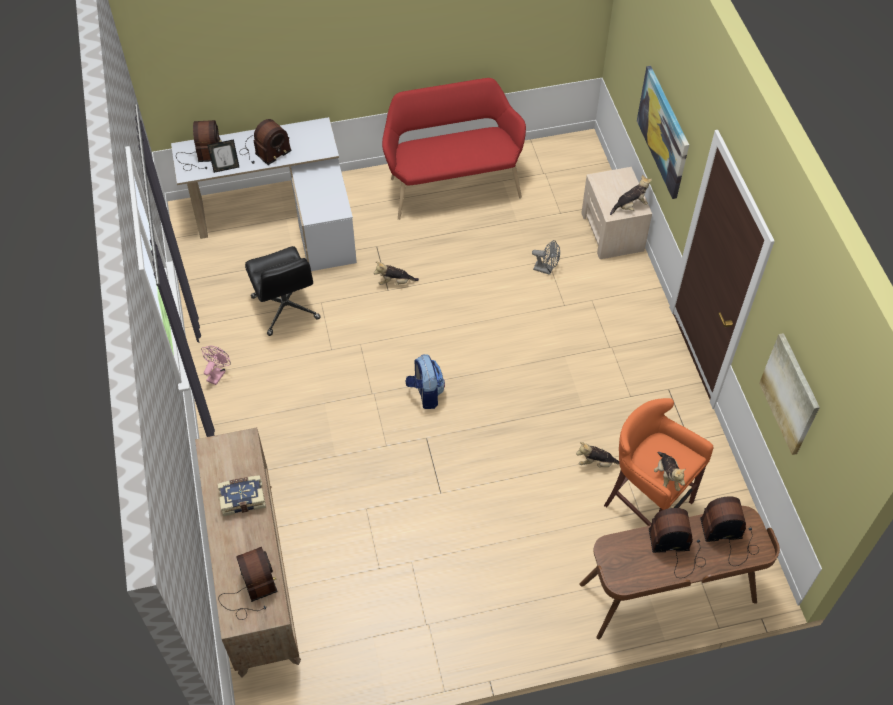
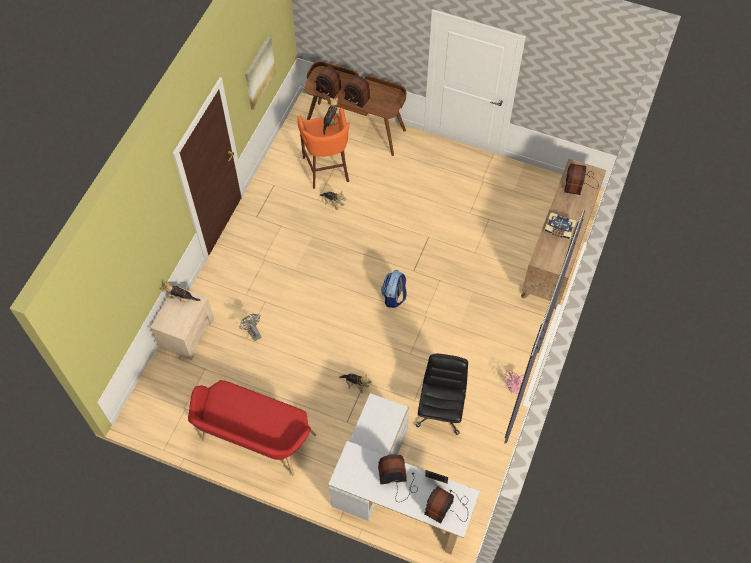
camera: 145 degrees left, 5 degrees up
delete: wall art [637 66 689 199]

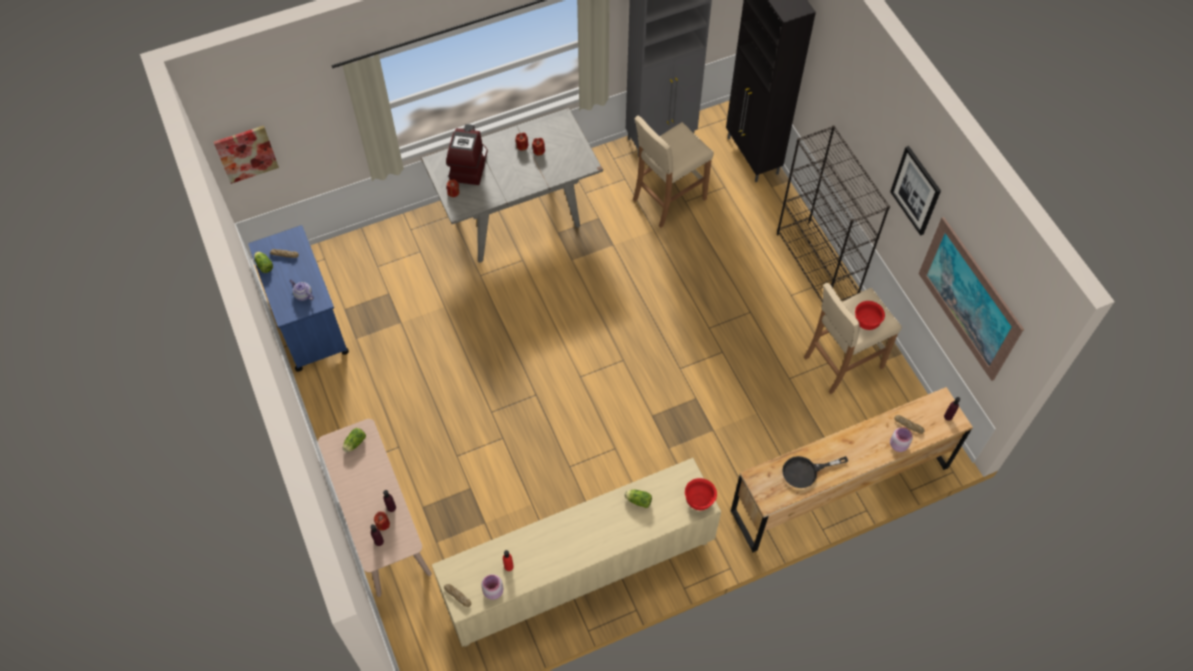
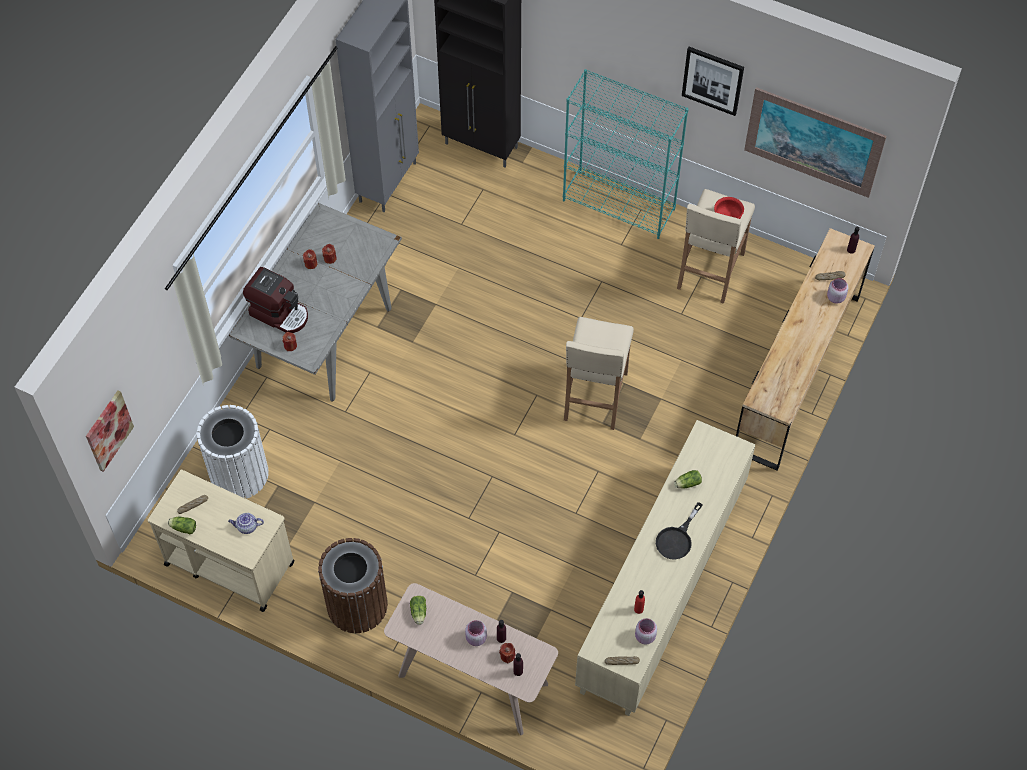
camera: 40 degrees left, 0 degrees up
delete: deep dish (reddish) [685 478 717 510]
insert: waste bin (white-coloured) [197 405 269 499]; waste bin (brown-coloured) [318 538 388 633]; preserve jar (pinkish) [465 620 487 646]
move: stool (sand-coloured) [633 116 714 228] to [564 316 634 430]; skillet (blackish) [782 456 848 488] to [656 502 703 560]
recolor: trolley (blue) [248 225 349 372] to trolley (sand-coloured) [148 470 295 612]; shelving unit (blackish) [777 125 890 302] to shelving unit (blue-green) [563 69 688 239]
rotate: coffee maker [446 124 488 185] = [243 267 308 333] 150 degrees clockwise

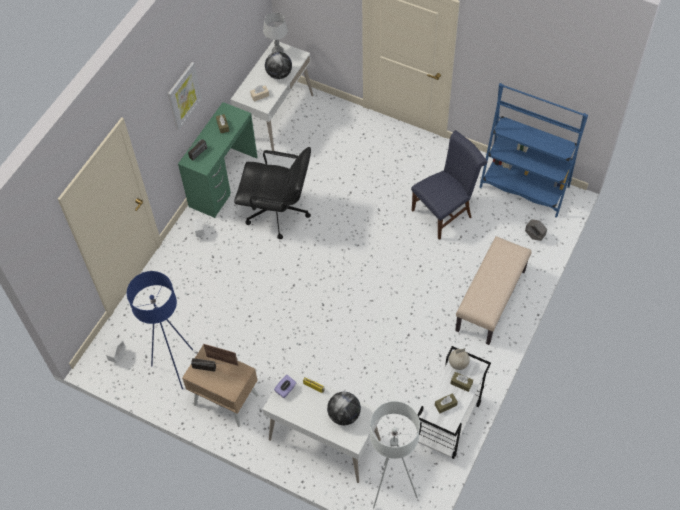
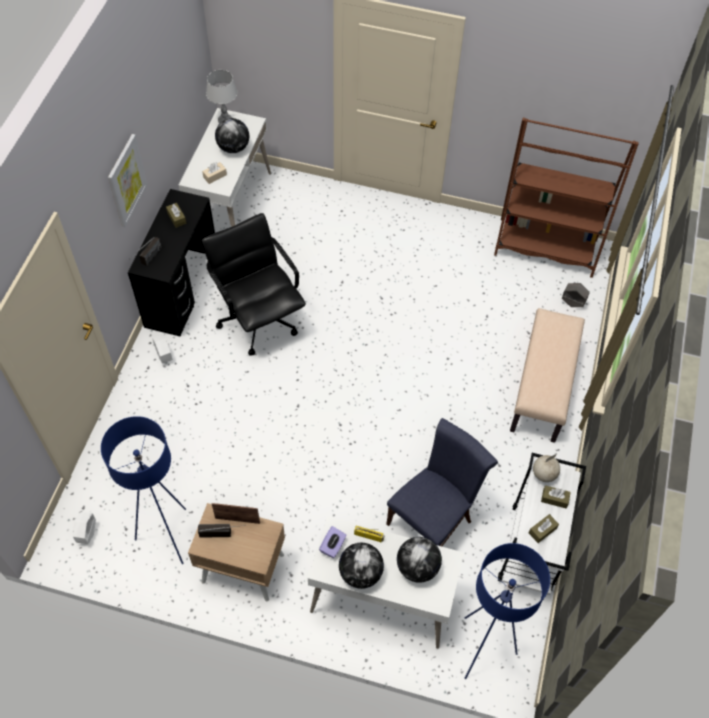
camera: 15 degrees left, 0 degrees up
insert: desk globe [339 543 384 589]
move: upright chair (blue) [411 130 487 240] to [386 418 498 546]
recolor: desk (green) [178 102 258 218] to desk (blackish) [128 189 215 337]; floor lamp (white-coloured) [370 401 420 509] to floor lamp (blue) [465 543 550 679]; shelving unit (blue) [479 83 588 218] to shelving unit (brown-coloured) [494 118 639 278]
rotate: office chair (blackish) [234 147 311 239] = [201 213 306 356] 120 degrees counterclockwise

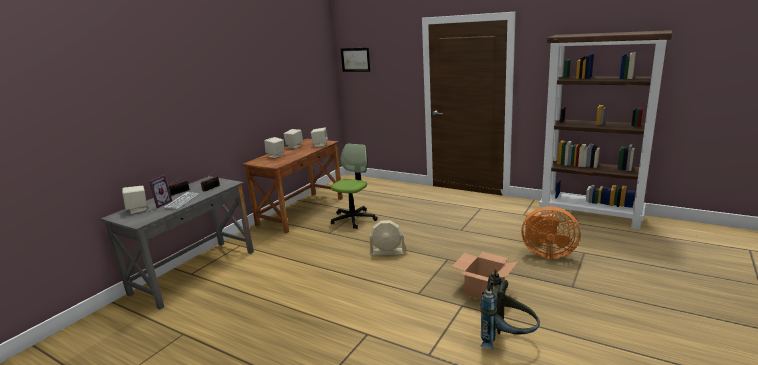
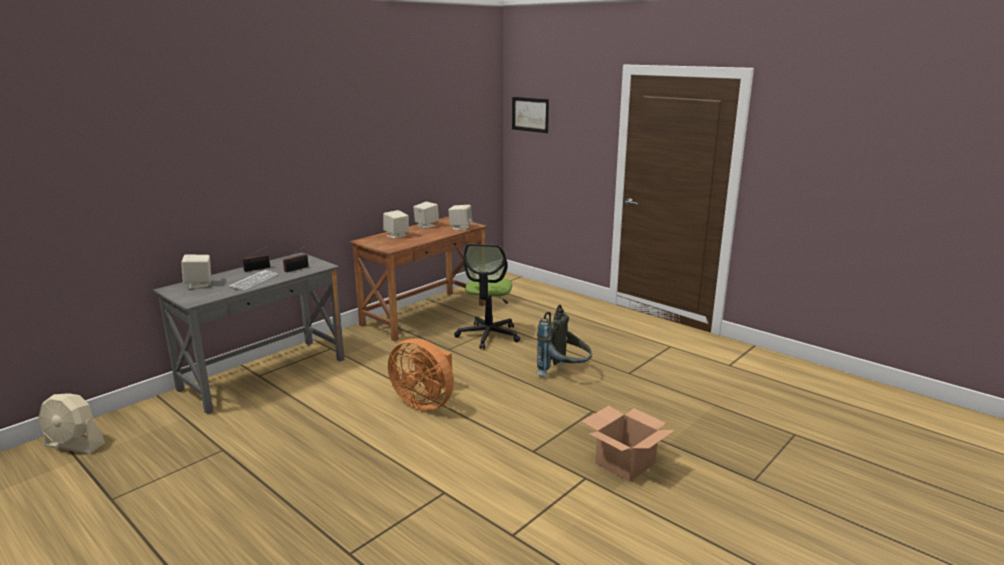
camera: 10 degrees right, 0 degrees up
delete: photo frame [149 175 172 208]; shelving unit (brown-coloured) [539 30 672 230]
move: cooling fan (sand-coloured) [370 220 406 256] to [38 393 105 454]; knapsack (greyish) [480 269 540 349] to [536 305 592 376]; cooling fan (orangey) [521 206 581 259] to [388 338 454 411]
rotate: office chair [331 143 378 229] = [454 244 521 349] 150 degrees clockwise

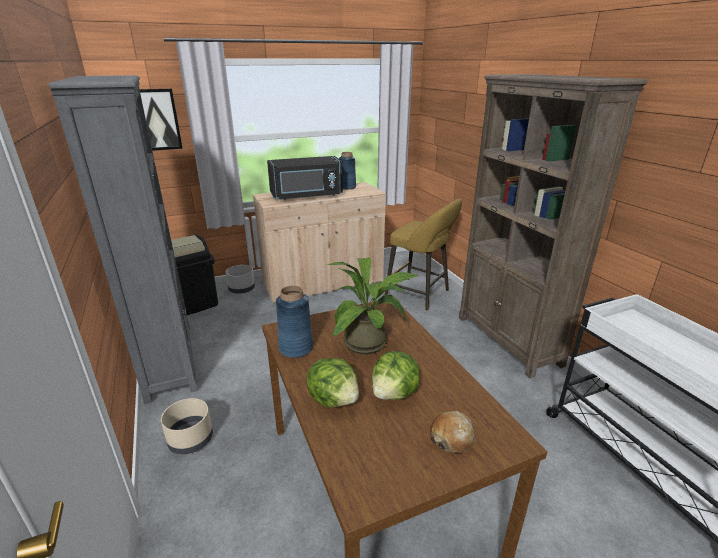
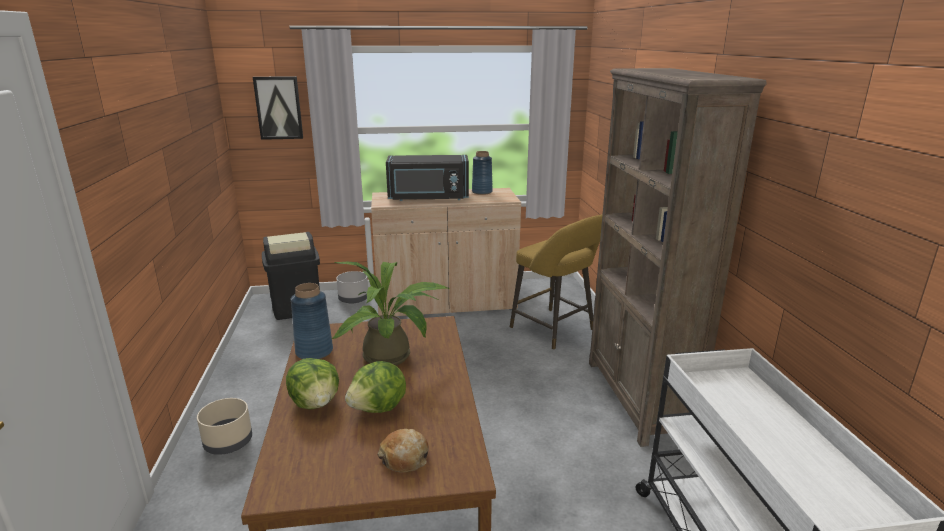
camera: 15 degrees right, 5 degrees down
delete: shelving unit (greyish) [49 75 198 404]

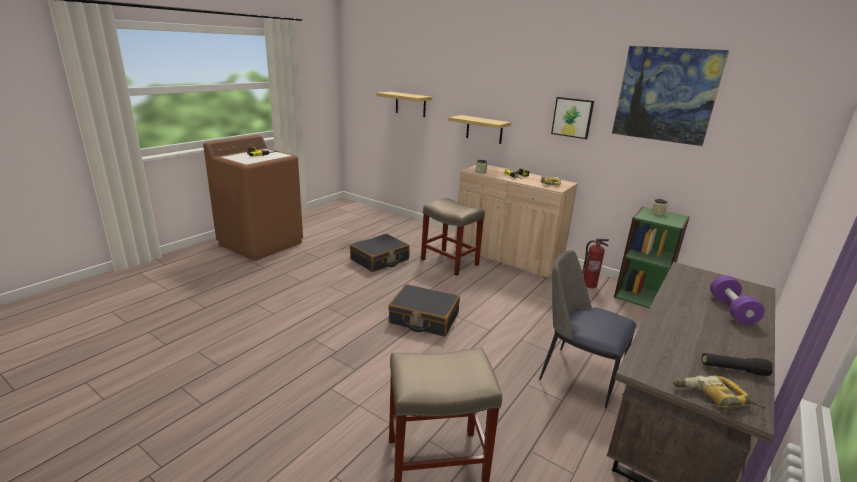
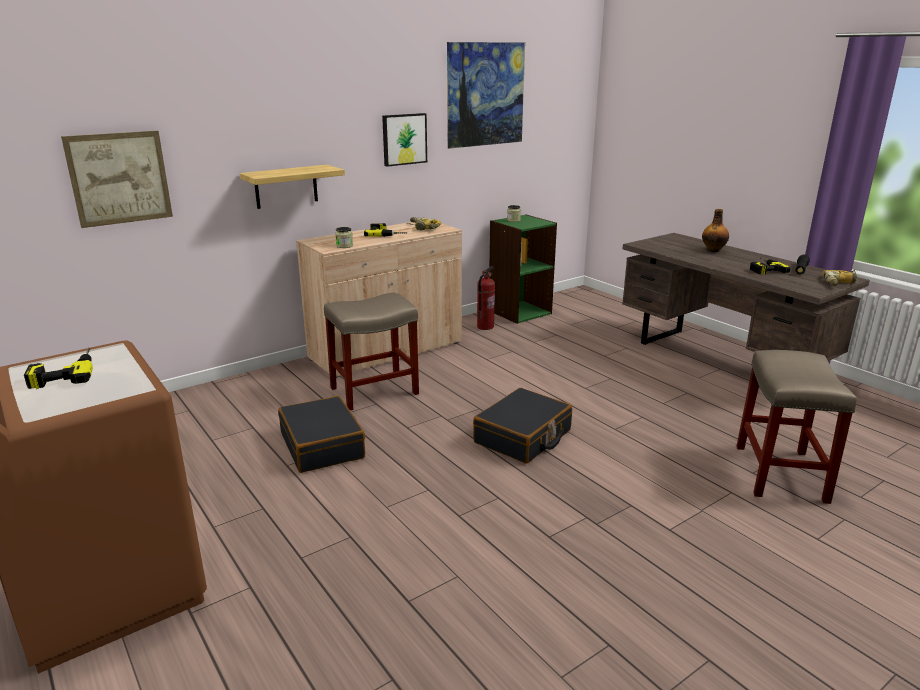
camera: 70 degrees left, 0 degrees up
delete: upright chair [539 250 637 408]
insert: power drill [750 257 790 275]
replace: bracket shelf [376 92 432 117] to wall art [61 131 173 228]; dumbbell (purple-coloured) [710 275 765 325] to beverage bottle [702 209 729 252]

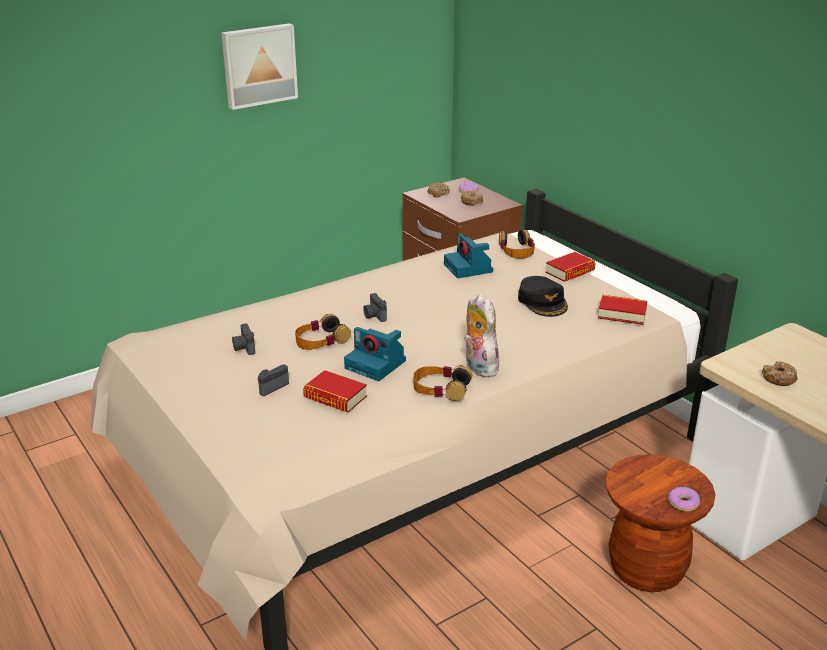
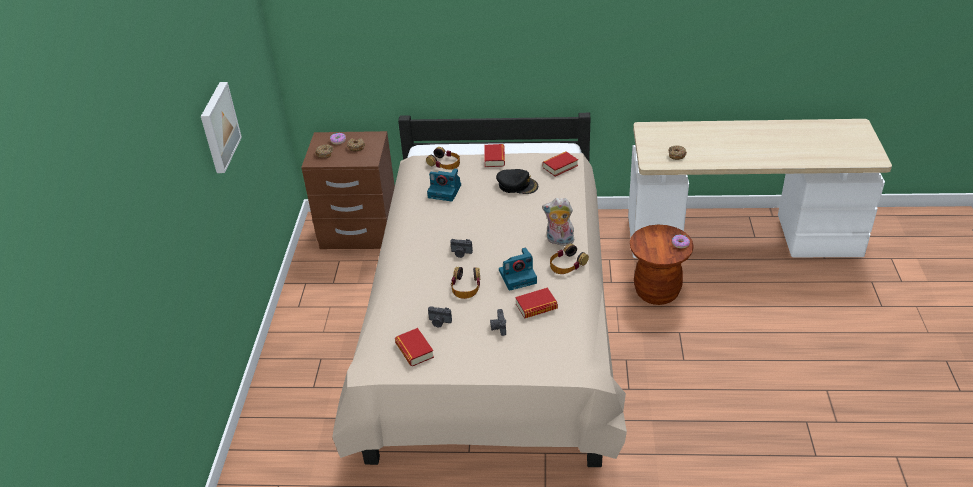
camera: 50 degrees left, 10 degrees up
insert: volume [395 328 434 366]

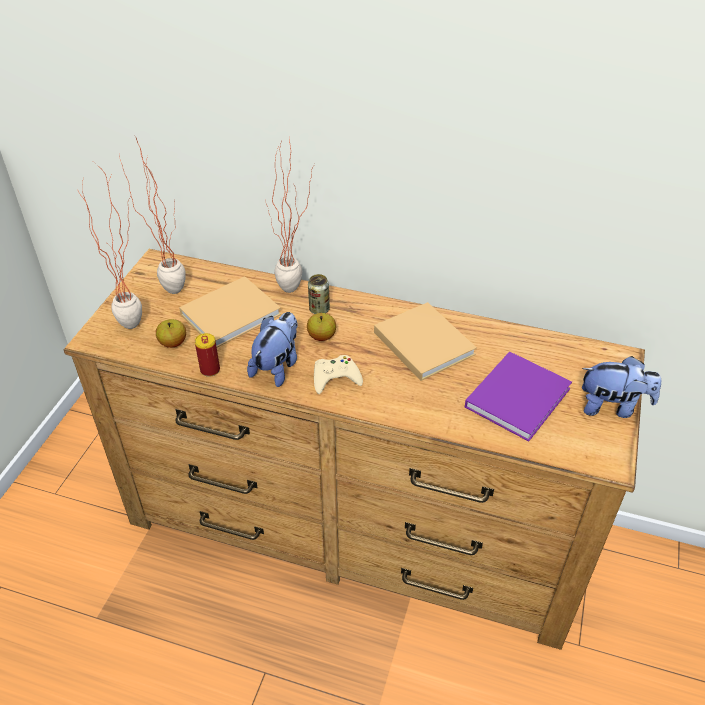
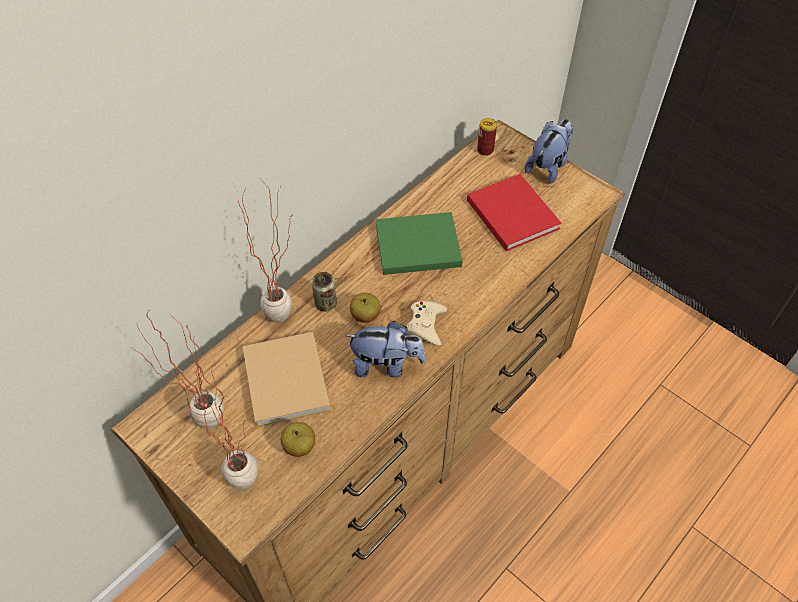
camera: 65 degrees left, 10 degrees up
move: metal can [195 333 220 377] to [477 118 497 156]
recolor: volume (sand-coloured) [374 302 477 381] to volume (green) [376 212 462 275]; volume (purple-coloured) [465 351 572 441] to volume (reddish) [467 174 561 251]
rotate: plush toy [247 312 298 387] = [346 321 426 378] 135 degrees clockwise

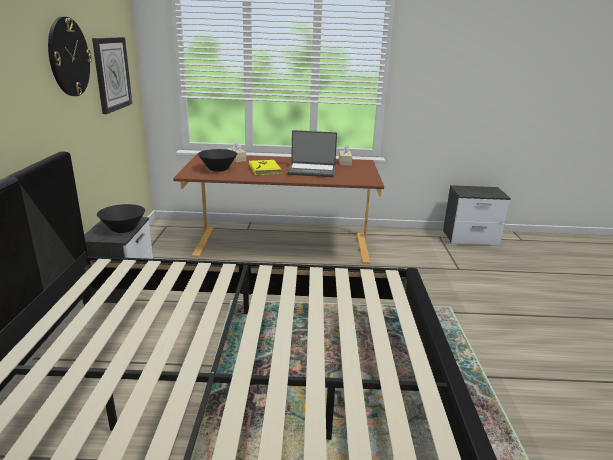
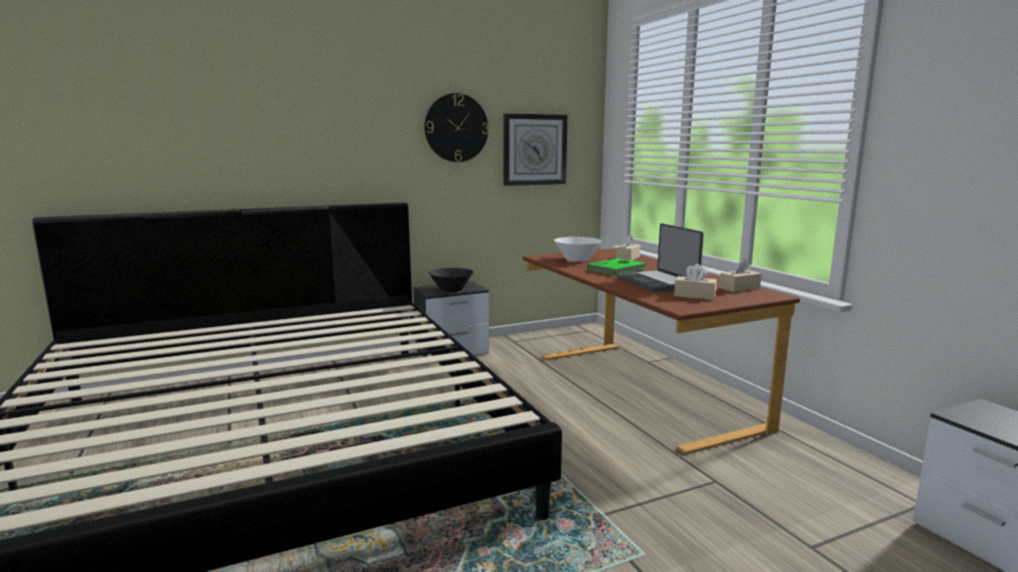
camera: 65 degrees right, 10 degrees down
insert: box of tissues (sand-coloured) [674 264 717 300]
recolor: deep dish (blackish) [198 149 237 172] to deep dish (white-coloured) [554 237 602 262]; volume (yellow-coloured) [249 160 282 175] to volume (green) [587 258 649 276]

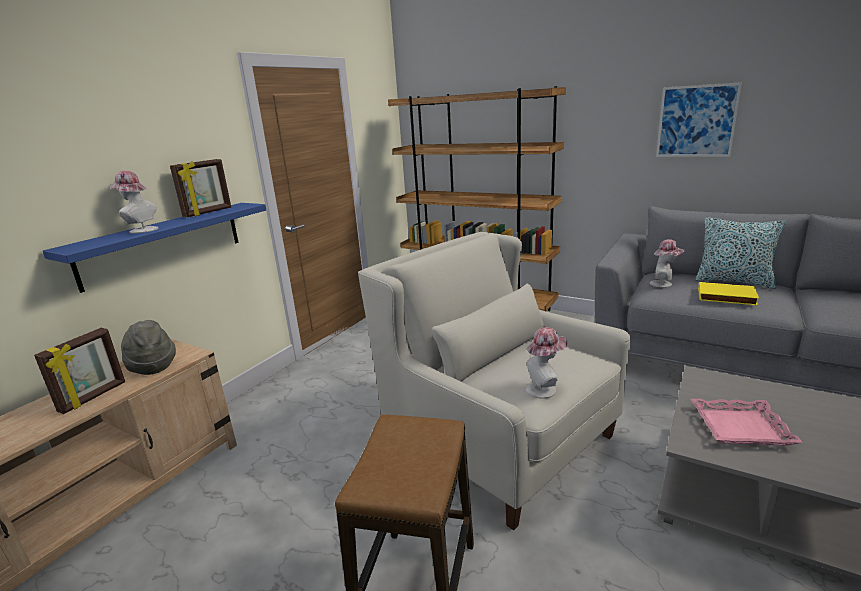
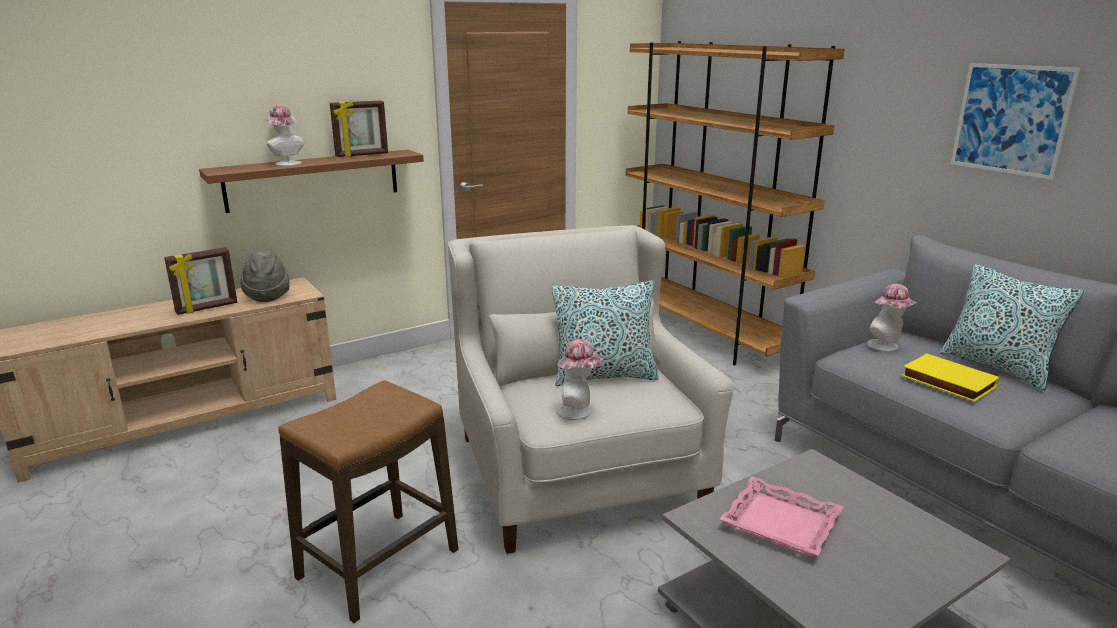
camera: 25 degrees right, 0 degrees up
insert: cushion [552 280 659 386]
recolor: bracket shelf (blue) [43 203 266 293] to bracket shelf (brown-coloured) [199 150 424 213]

